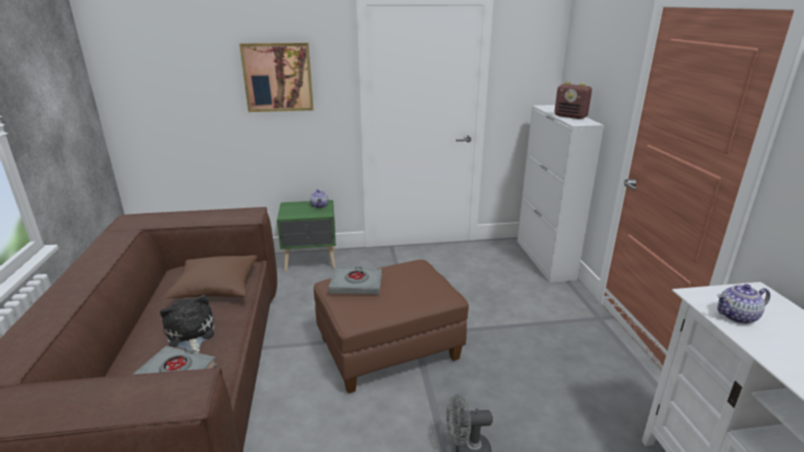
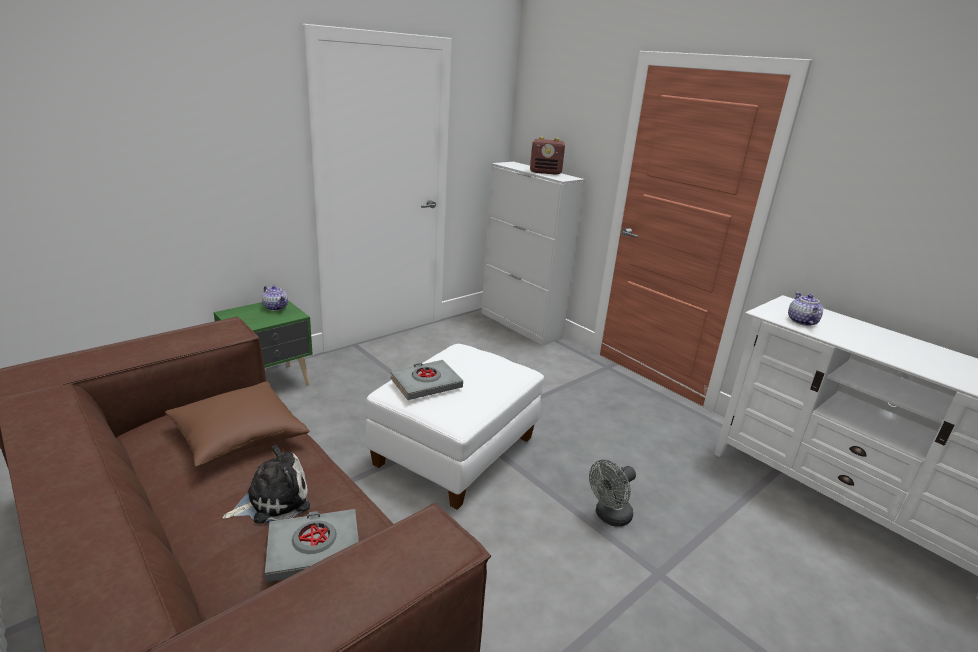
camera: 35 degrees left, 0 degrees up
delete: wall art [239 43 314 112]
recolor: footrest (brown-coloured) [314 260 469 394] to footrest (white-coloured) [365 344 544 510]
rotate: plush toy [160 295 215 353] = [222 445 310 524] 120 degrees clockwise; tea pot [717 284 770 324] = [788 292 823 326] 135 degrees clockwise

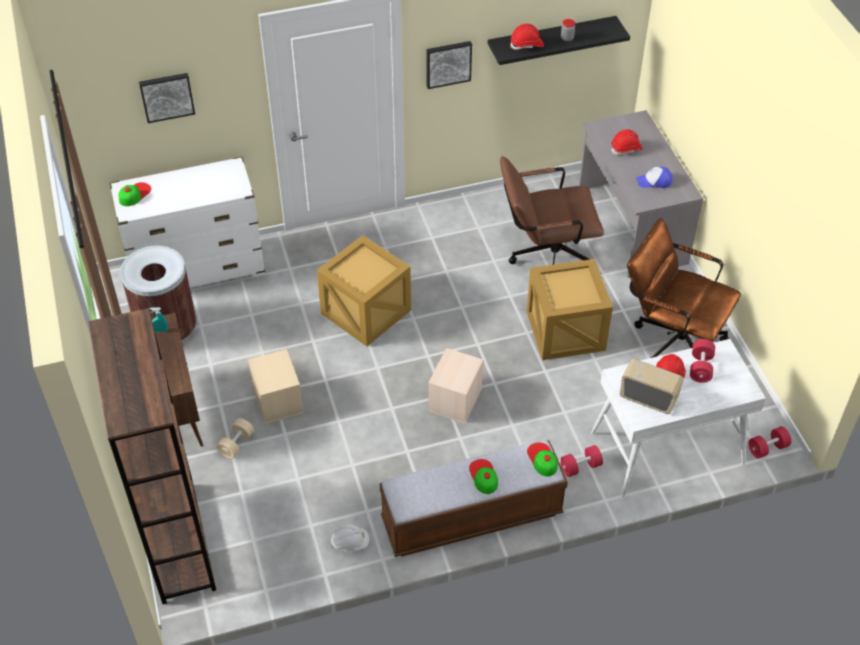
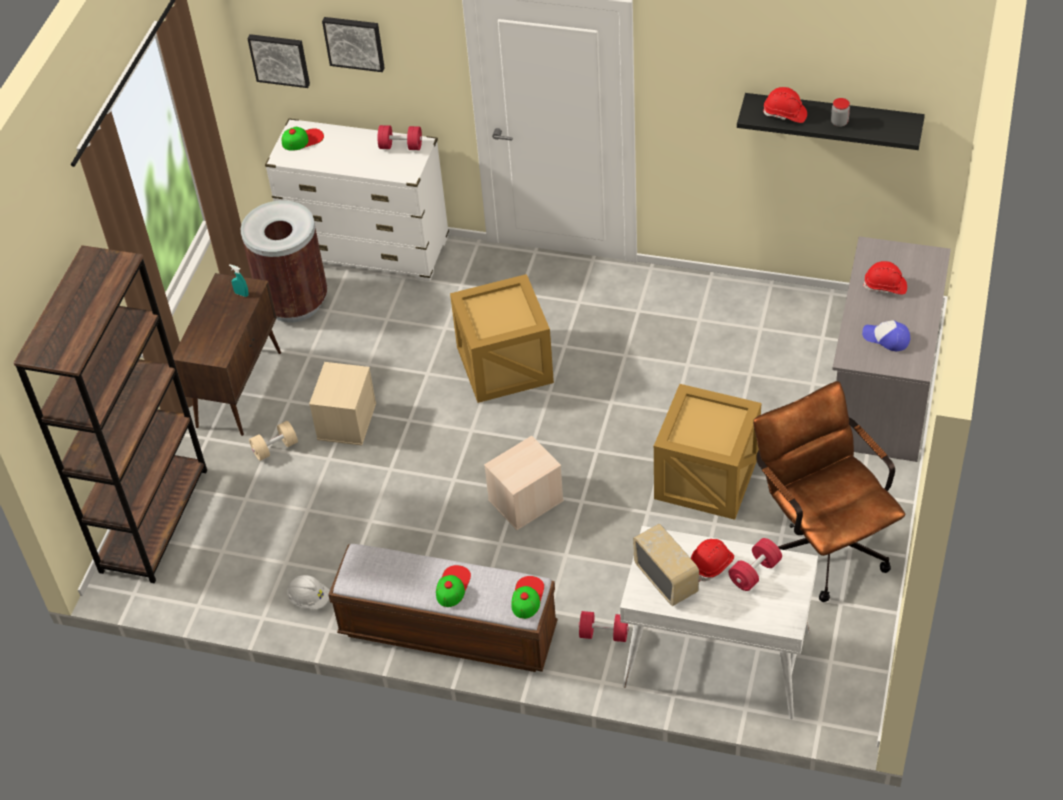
camera: 35 degrees right, 0 degrees up
delete: office chair (brown-coloured) [500 156 604 265]
move: wall art [426 41 472 89] to [247 34 310 88]; dumbbell (reddish) [748 426 791 459] to [378 125 422 150]

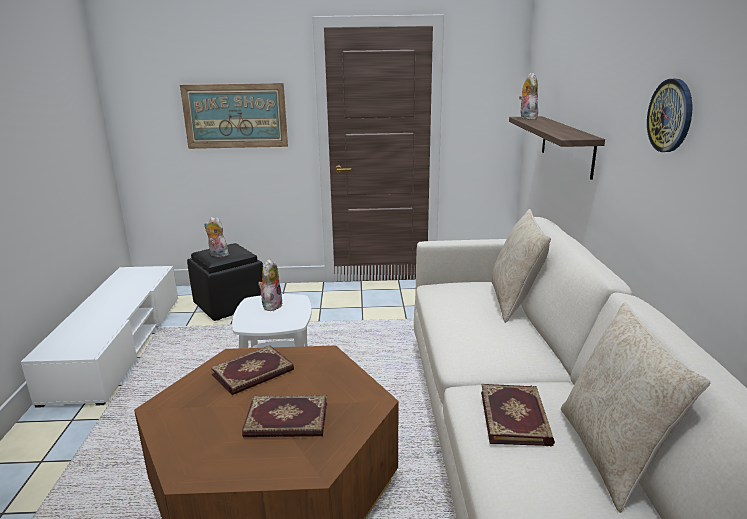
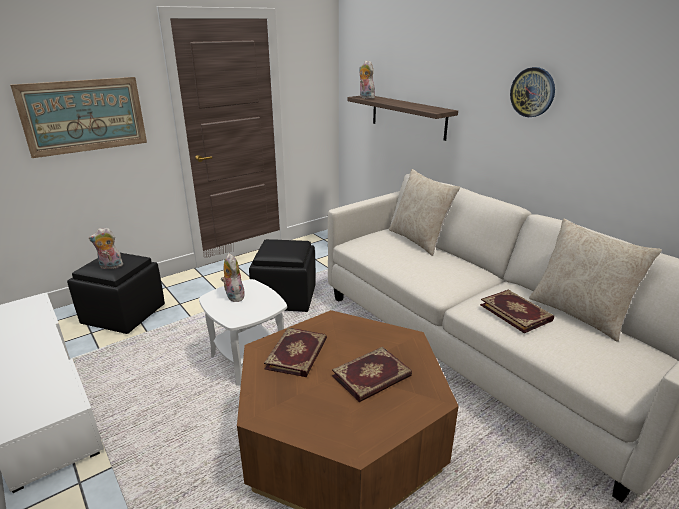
camera: 35 degrees left, 5 degrees up
insert: footrest (blackish) [249 239 315 312]

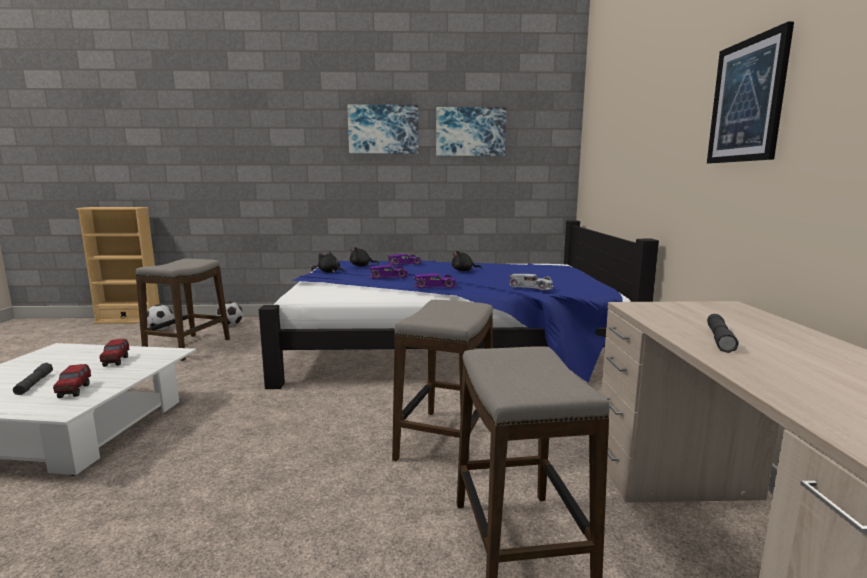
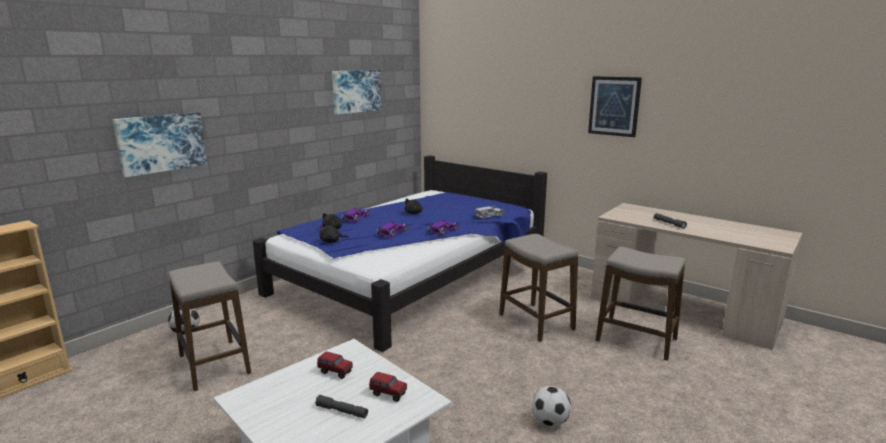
camera: 50 degrees left, 5 degrees up
move: football [147 305 174 330] to [532 386 571 426]; wall art [347 104 418 154] to [113 112 207 177]

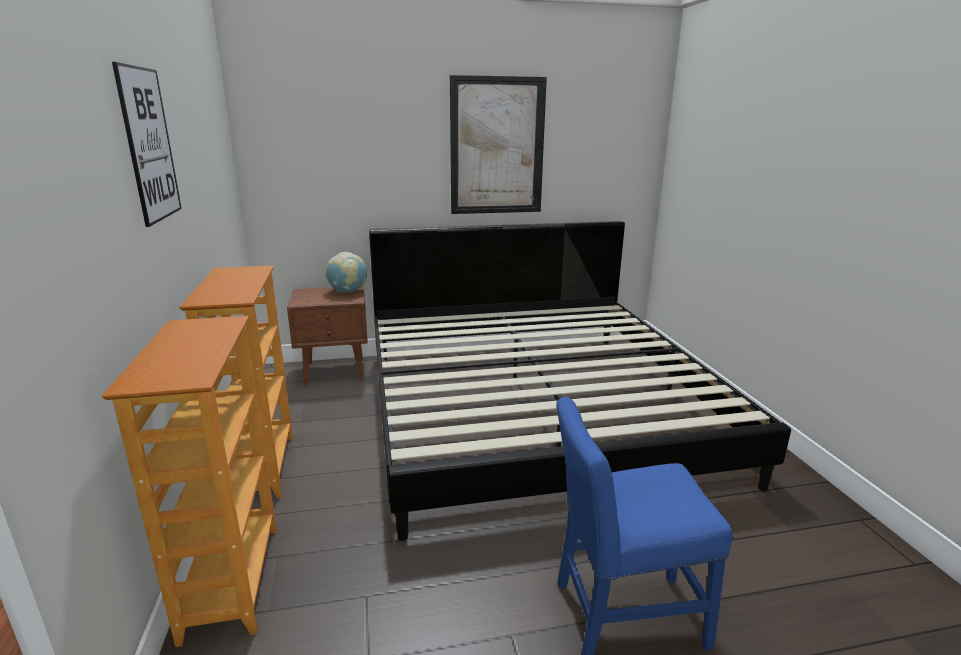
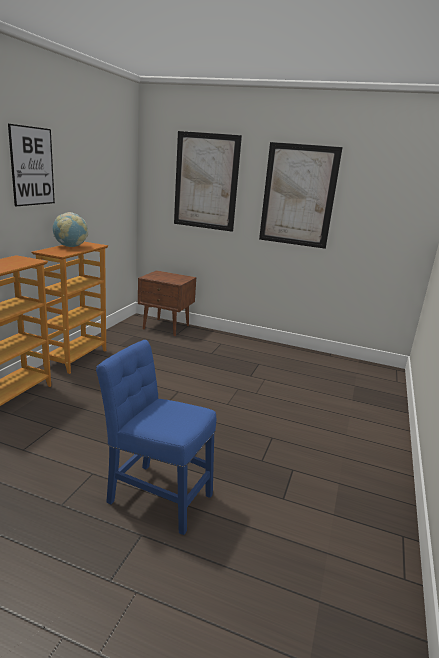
camera: 30 degrees right, 0 degrees up
delete: sleeping bed [369 221 791 541]
insert: wall art [174 131 242 232]
move: desk globe [325 252 367 293] to [53 212 88 247]

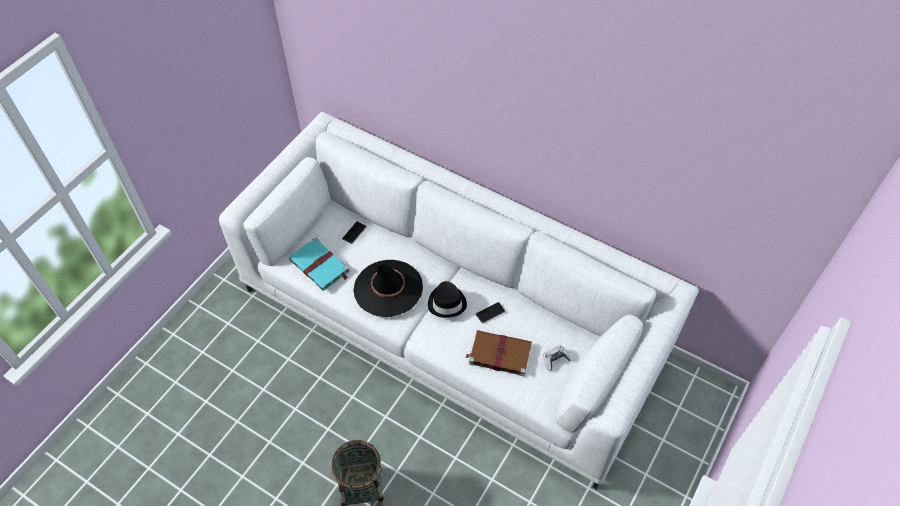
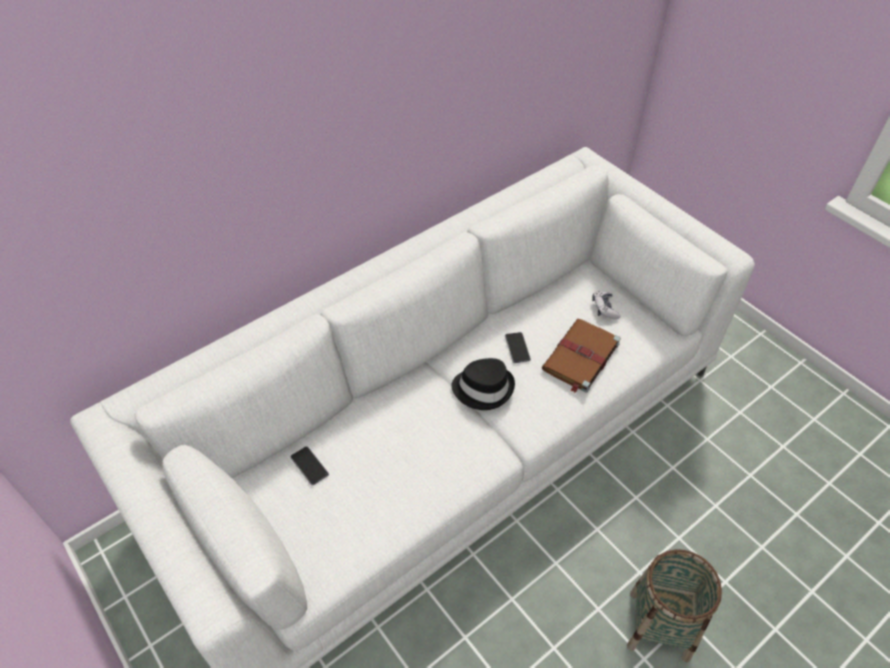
camera: 70 degrees left, 5 degrees down
delete: volume (blue-green) [289 238 350 291]; hat (blackish) [353 260 423 317]

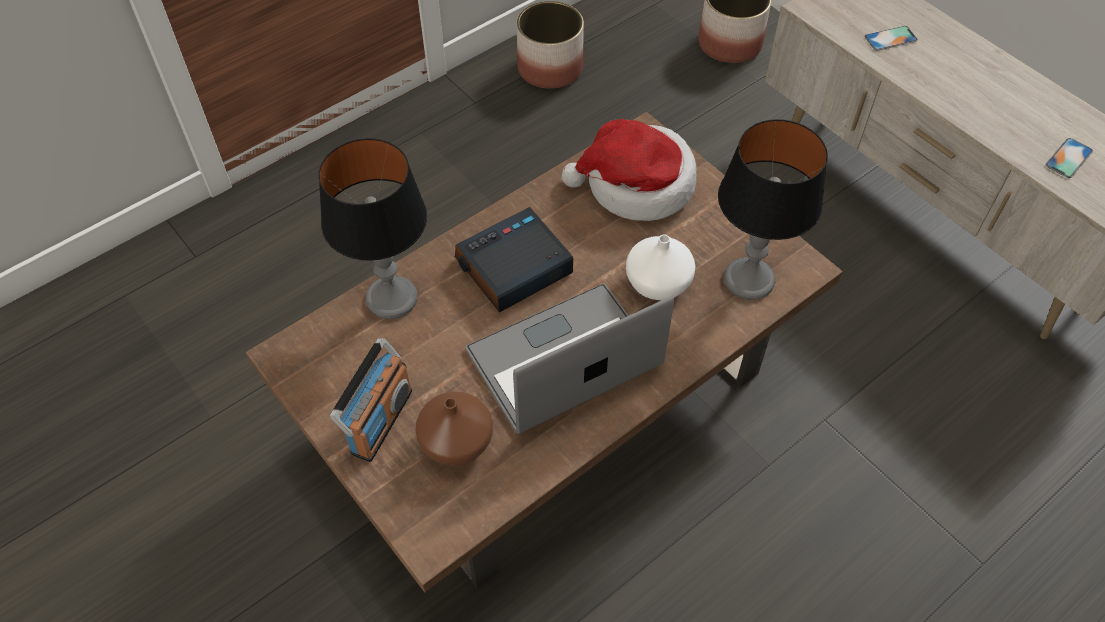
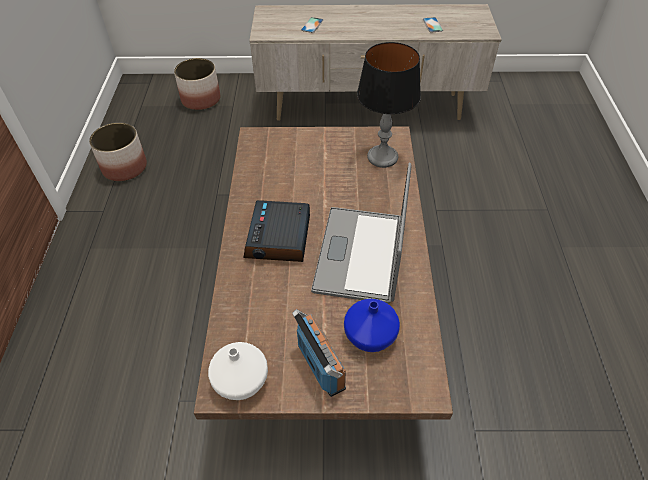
camera: 50 degrees left, 5 degrees down
delete: lamp for a table [319 138 427 319]; hat [562 119 696 221]
move: flower vase (white-coloured) [626 234 696 300] to [208 342 268 400]
recolor: flower vase (brown-coloured) [415 392 493 466] to flower vase (blue) [344 299 400 352]

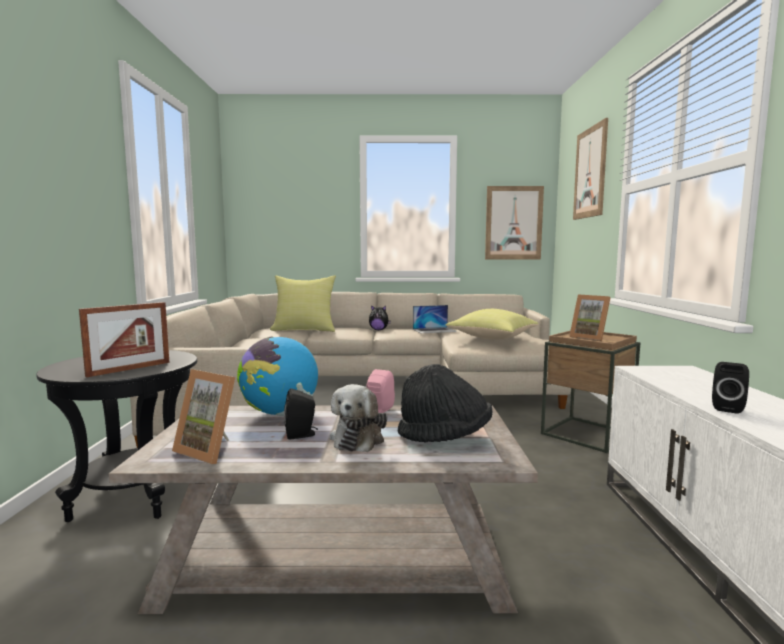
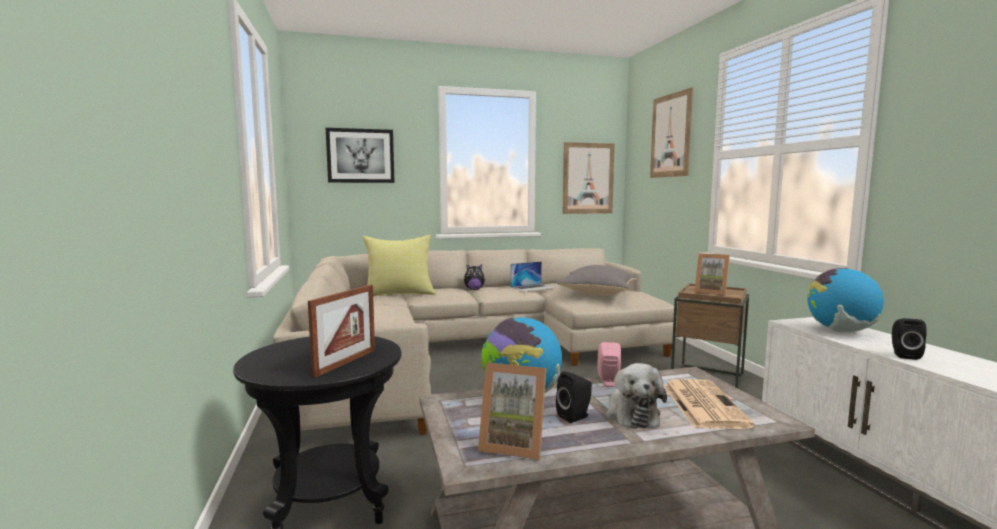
camera: 15 degrees left, 0 degrees up
insert: wall art [326 128 395 183]; desk globe [807 268 884 332]
replace: hat (blackish) [398 364 492 443] to newspaper [663 379 755 429]
recolor: cushion (yellow-coloured) [445 309 538 340] to cushion (greyish) [556 265 637 295]

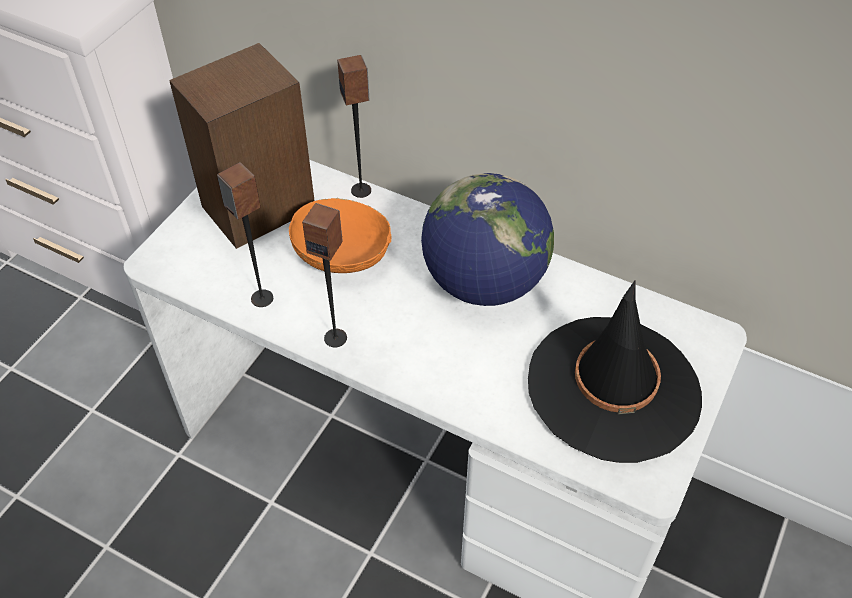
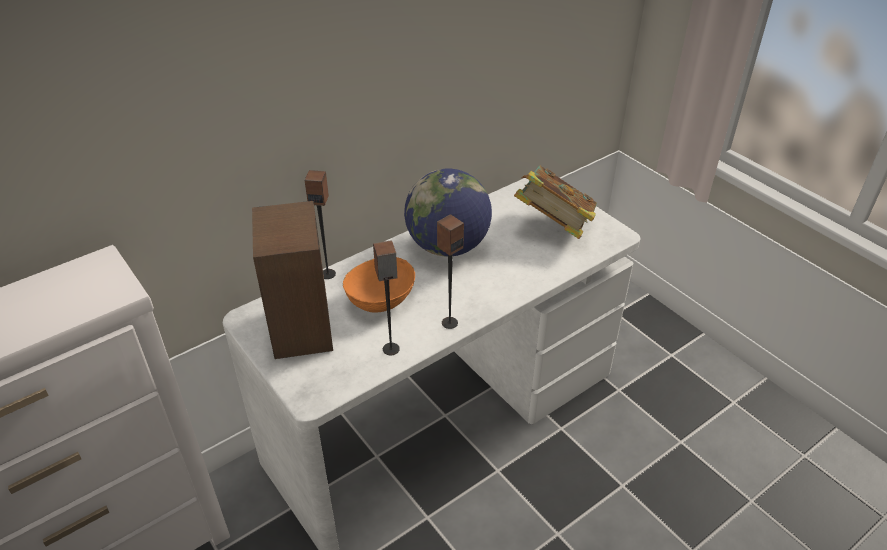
camera: 65 degrees left, 10 degrees down
replace: hat (blackish) [528 281 702 463] to volume [514 166 597 239]

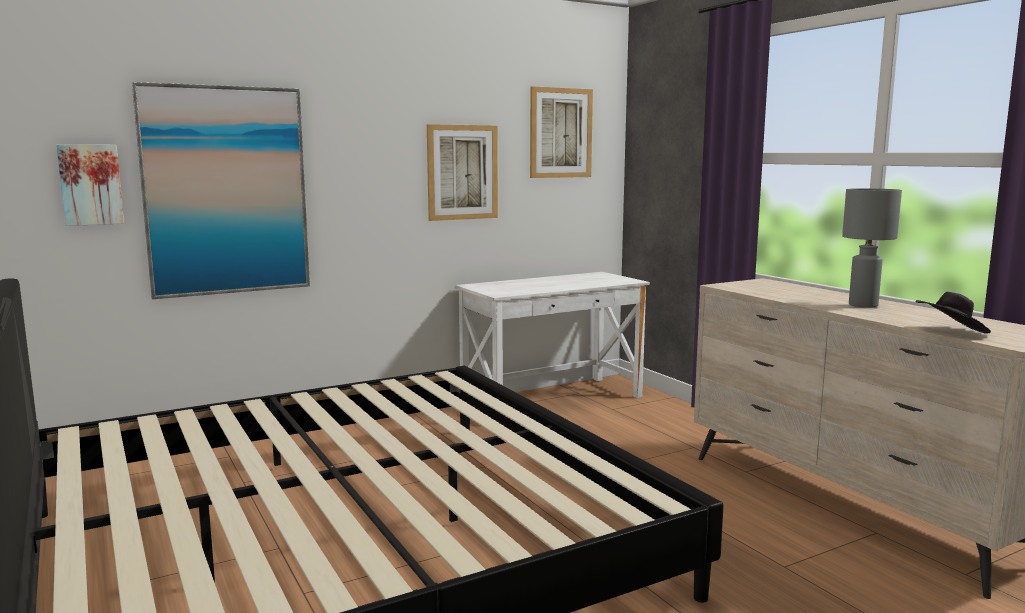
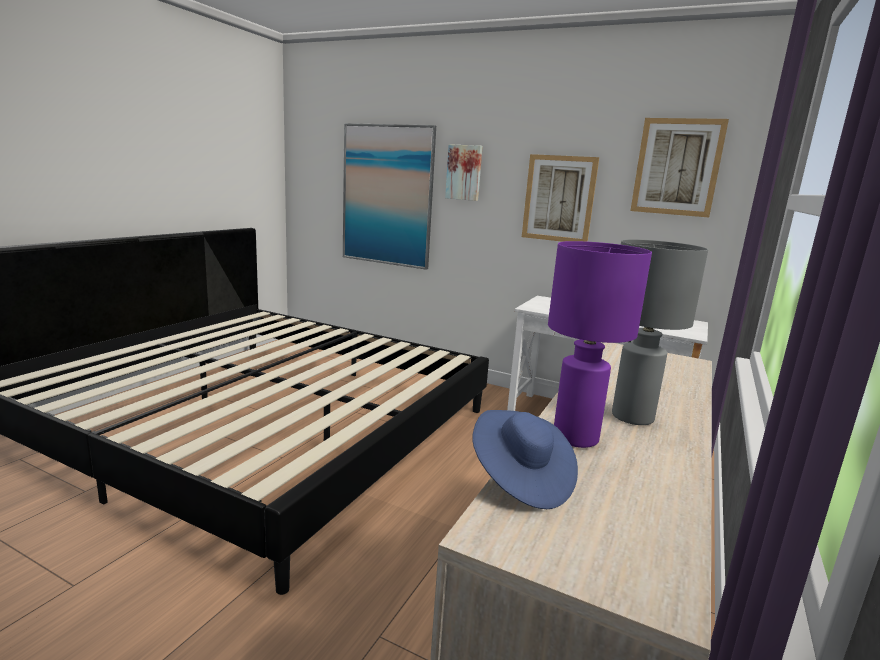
camera: 55 degrees right, 5 degrees up
insert: lamp for a table (purple-coloured) [548 241 652 448]
move: wall art [56 144 124 226] to [445 144 483 201]
recolor: hat (blackish) [915 292 991 334] to hat (blue) [472 410 578 509]

